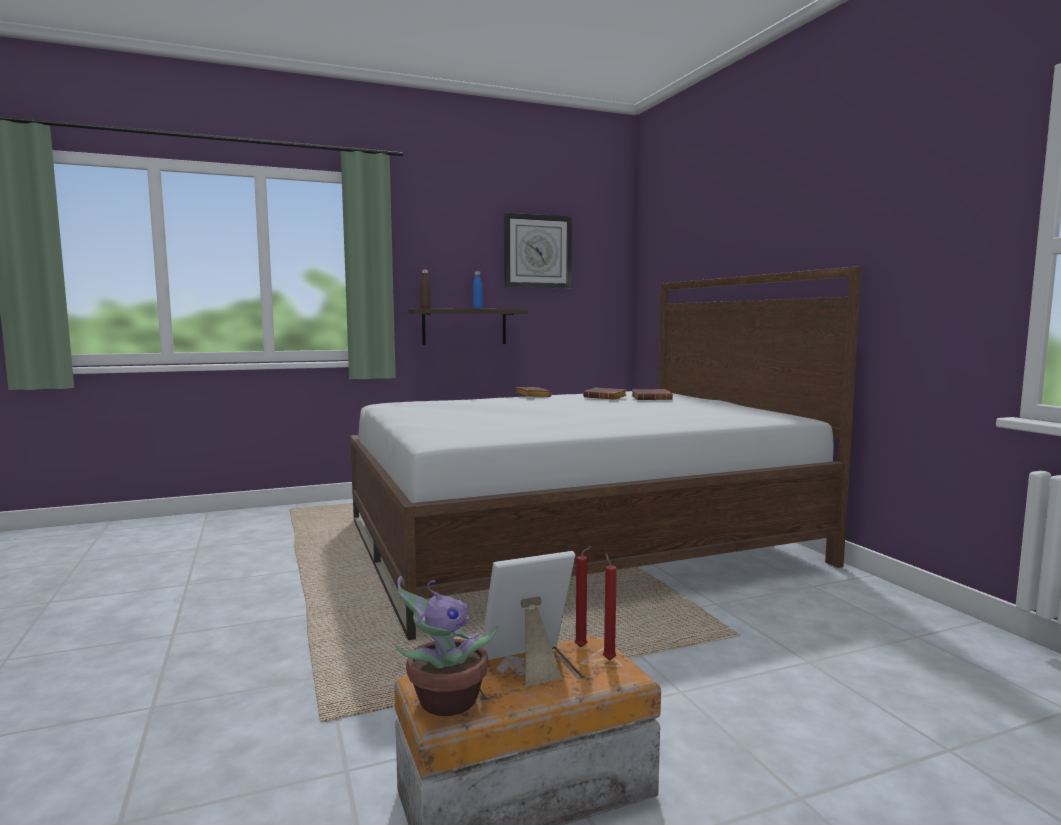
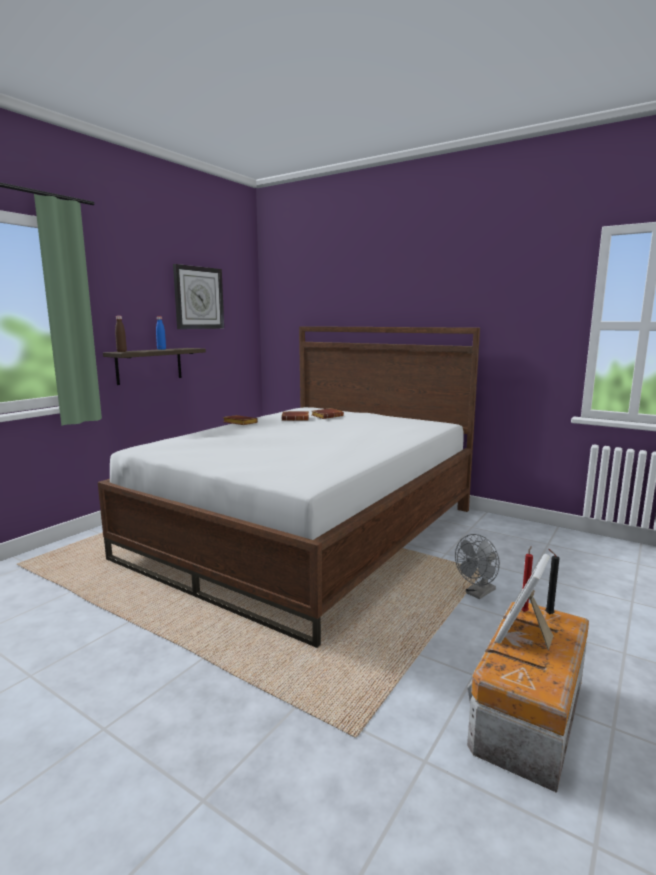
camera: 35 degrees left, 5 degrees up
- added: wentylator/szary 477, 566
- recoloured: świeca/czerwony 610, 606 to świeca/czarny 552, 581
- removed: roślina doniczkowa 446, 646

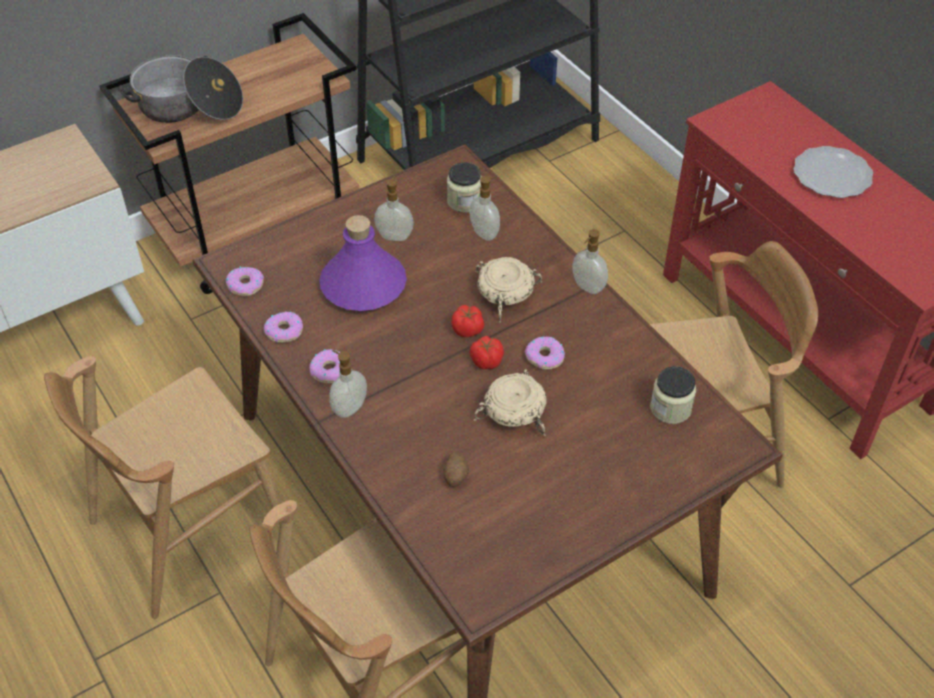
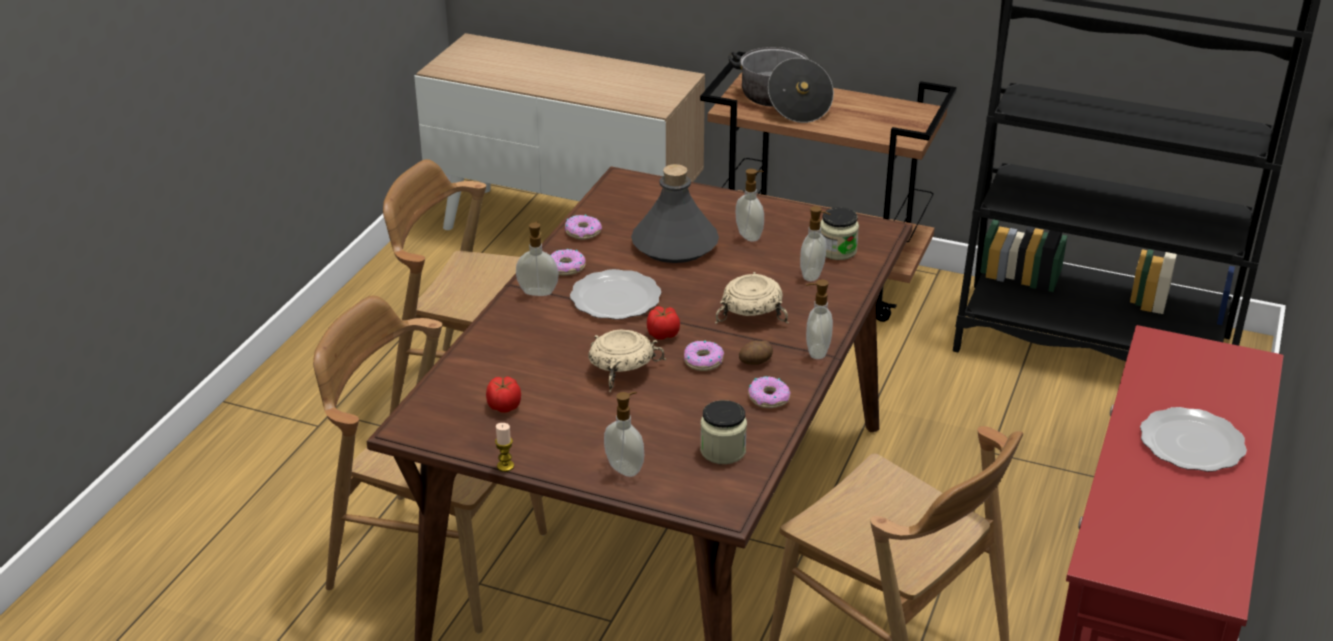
camera: 55 degrees right, 15 degrees down
- moved: pomidor 467, 321 to 503, 395
- added: świeca 504, 447
- added: talerz 615, 294
- added: dozownik mydła 624, 434
- recoloured: butelka/fioletowy 363, 263 to butelka/szary 675, 213
- moved: ziemniak 456, 469 to 756, 353
- moved: donut 245, 281 to 769, 392

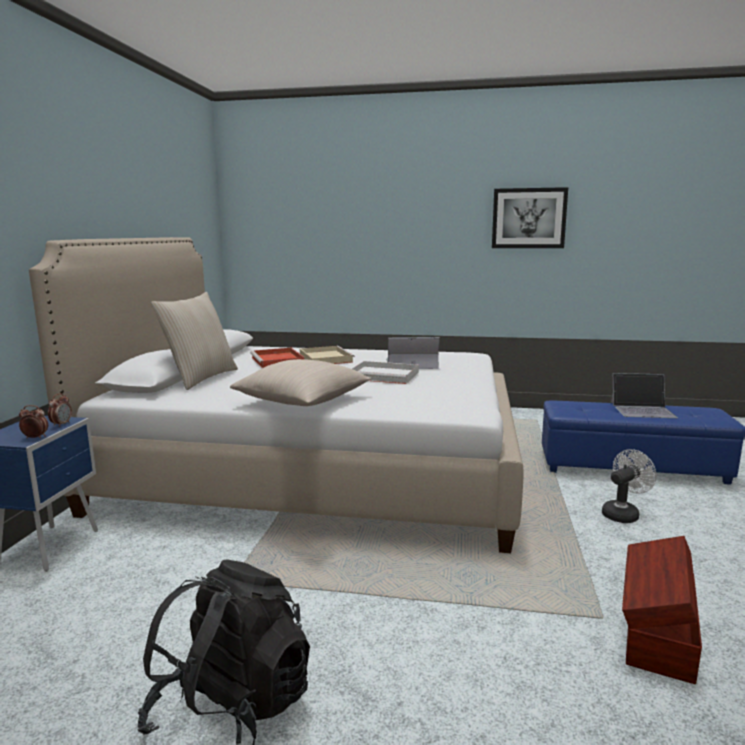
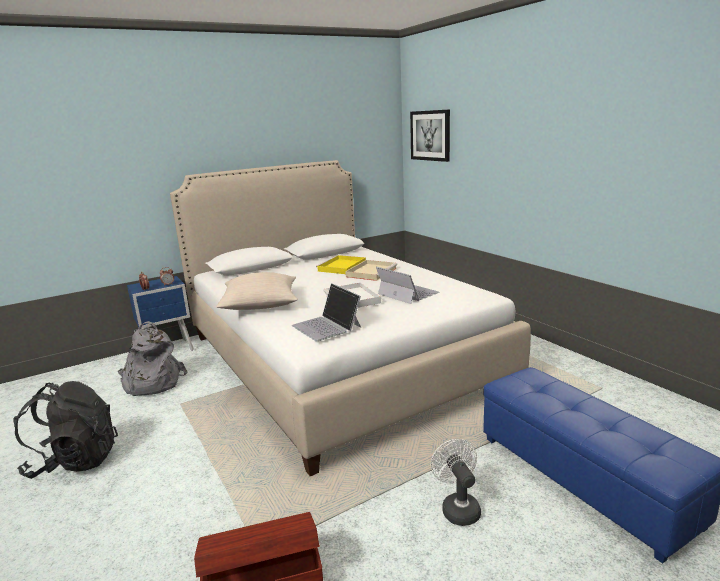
camera: 50 degrees right, 5 degrees up
- added: plecak/szary 153, 358
- moved: laptop 644, 395 to 326, 312
- recoloured: taca/czerwony 277, 358 to taca/żółty 341, 264
- moved: obraz 530, 217 to 430, 135
- turned: wentylator/biały 629, 486 = 456, 482 120 degrees counterclockwise
- removed: poduszka/beżowy 194, 341

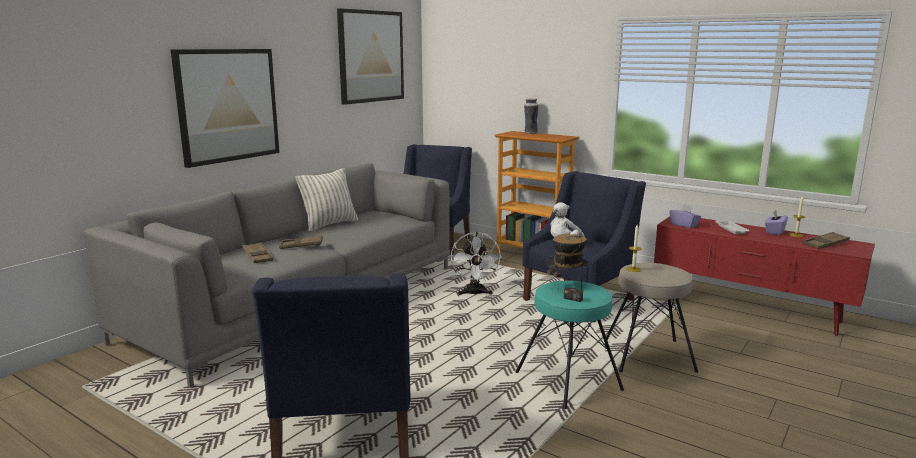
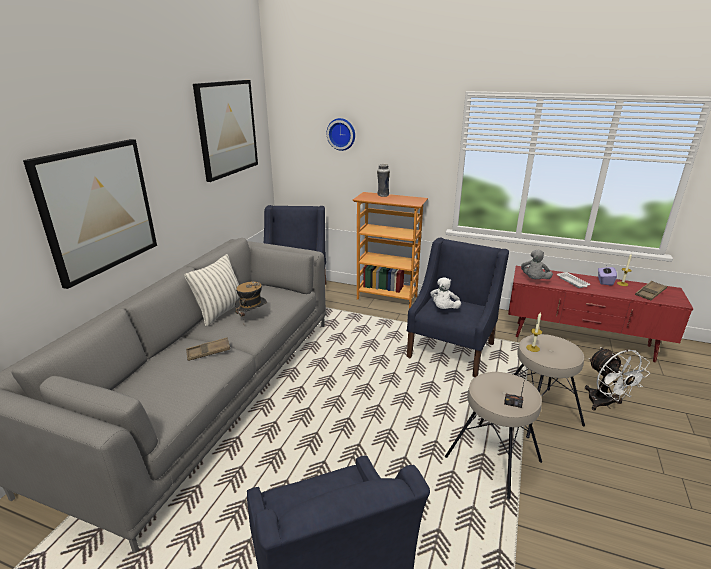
camera: 15 degrees left, 10 degrees up
- moved: kapelusz 568, 262 to 251, 299
- added: zegar ścienny 340, 134
- recoloured: stołek/turkusowy 570, 345 to stołek/beżowy 493, 435
- replaced: pudełko chusteczek/fioletowy 685, 216 to pluszak/szary 537, 264
- moved: wentylator/biały 476, 264 to 617, 379
- removed: taca/brązowy 257, 252

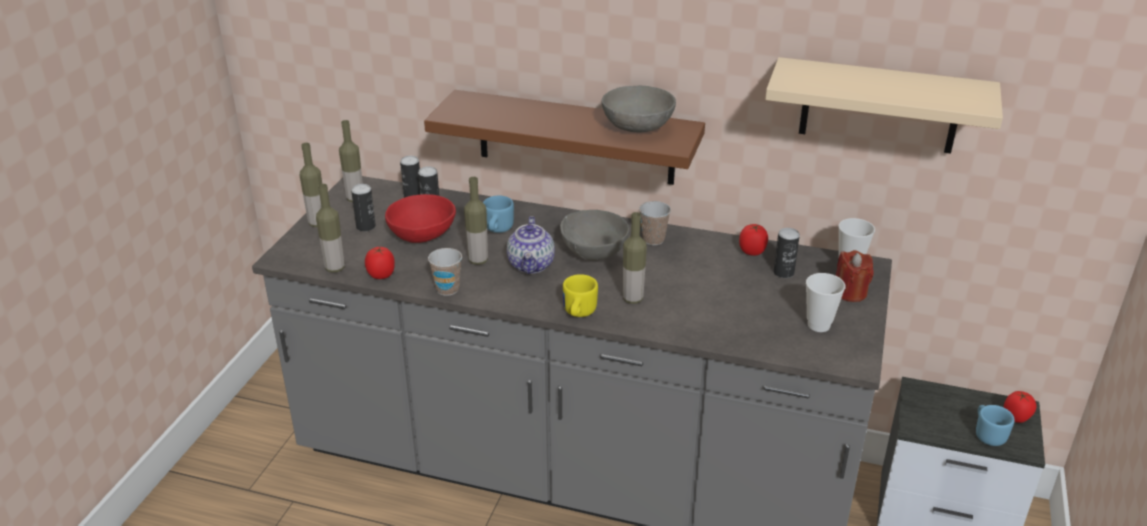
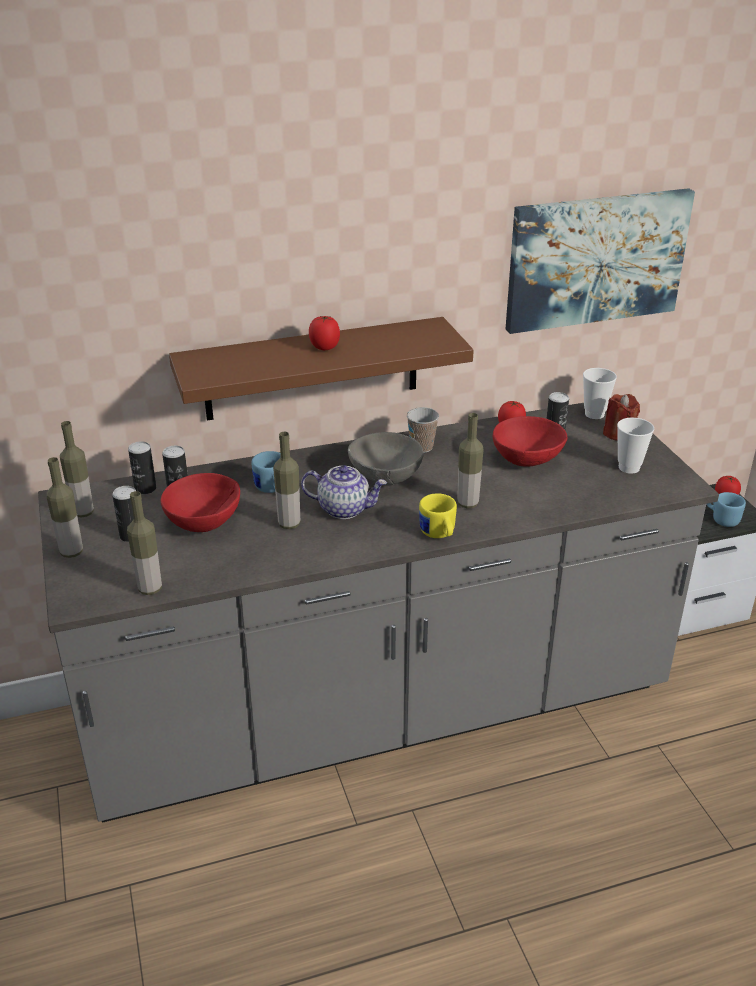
camera: 35 degrees left, 0 degrees up
- turned: imbryk 531, 245 = 344, 492 45 degrees counterclockwise
- moved: pomidor 380, 263 to 324, 333
- added: miska/czerwony 530, 441
- replaced: półka/beżowy 884, 105 to obraz 600, 261
- removed: filiżanka 445, 272
- removed: miska/szary 639, 109

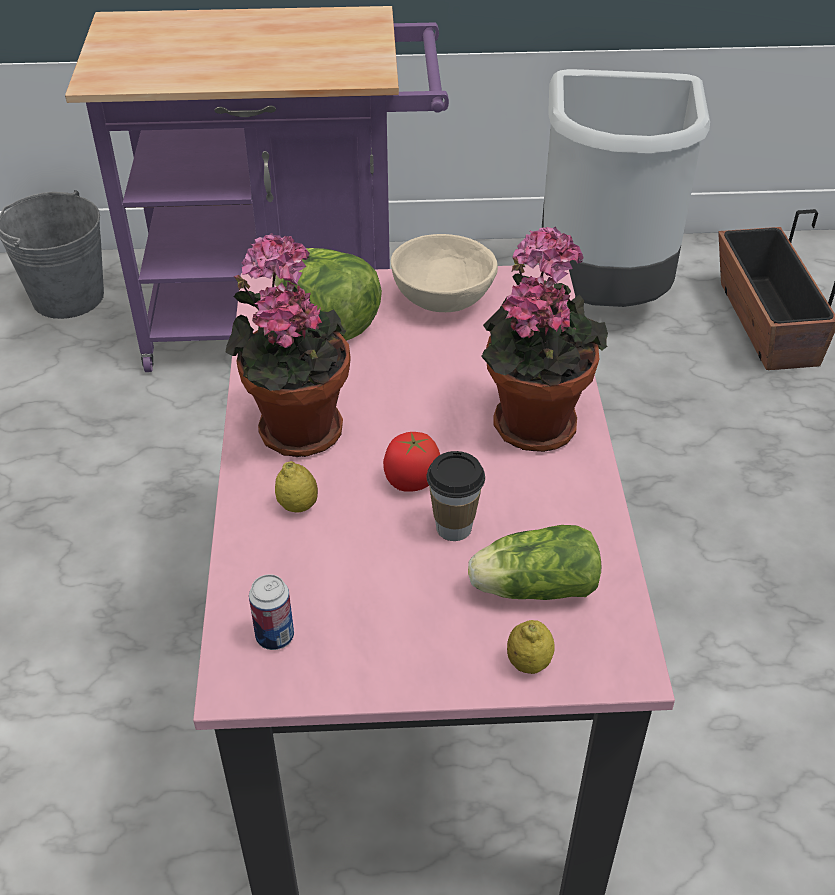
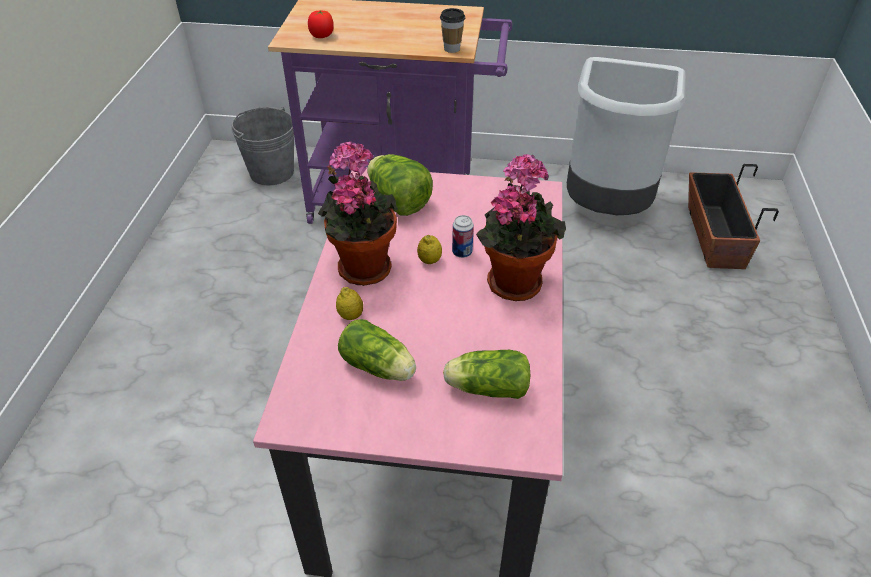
camera: 10 degrees right, 0 degrees up
- moved: pomidor 411, 462 to 321, 24
- added: sałata 377, 350
- moved: cytryna 531, 647 to 429, 249
- moved: filiżanka 456, 496 to 452, 30
- moved: puszka 271, 612 to 463, 236
- removed: miska/beżowy 444, 273

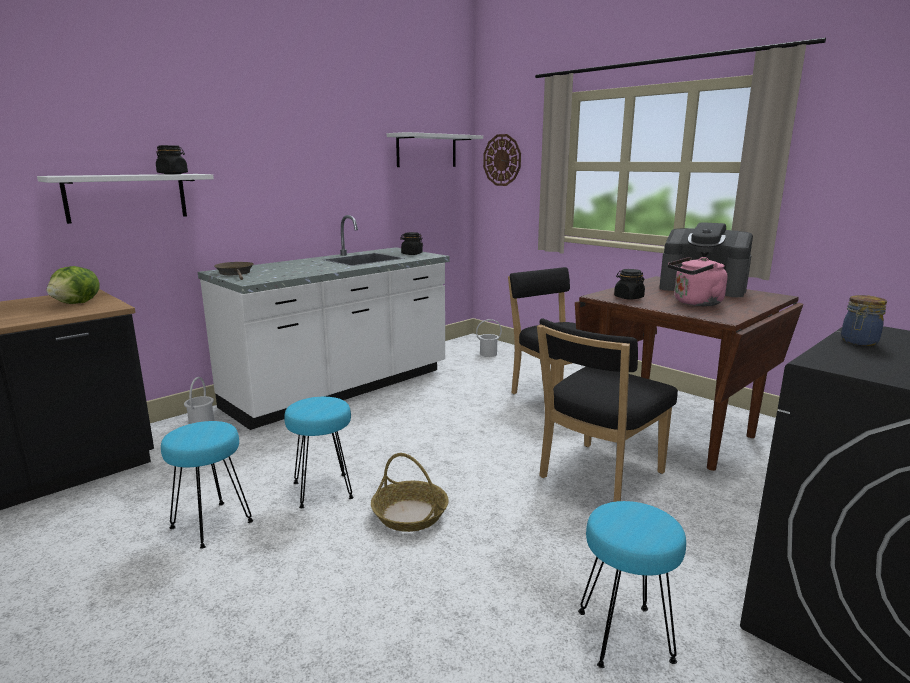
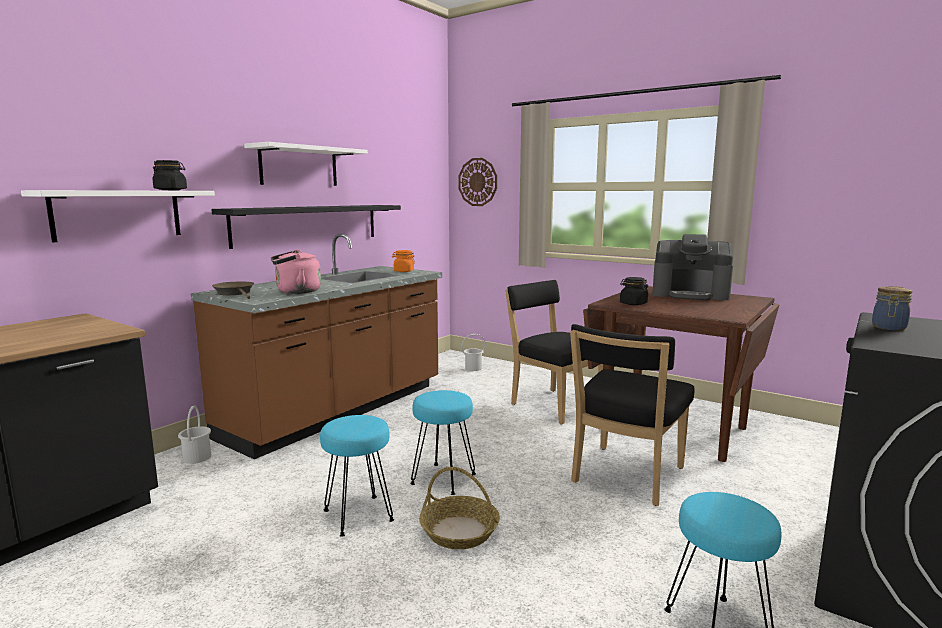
camera: 10 degrees left, 5 degrees down
- recoloured: zabudowa kuchenna/biały 324, 322 to zabudowa kuchenna/brązowy 316, 346
- added: półka/czarny 306, 227
- moved: półka/biały 435, 149 to 306, 164
- moved: czajnik/różowy 698, 281 to 296, 272
- recoloured: słoik/czarny 411, 243 to słoik/pomarańczowy 403, 261
- moved: stołek/turkusowy 207, 485 to 443, 442
- removed: sałata 73, 285

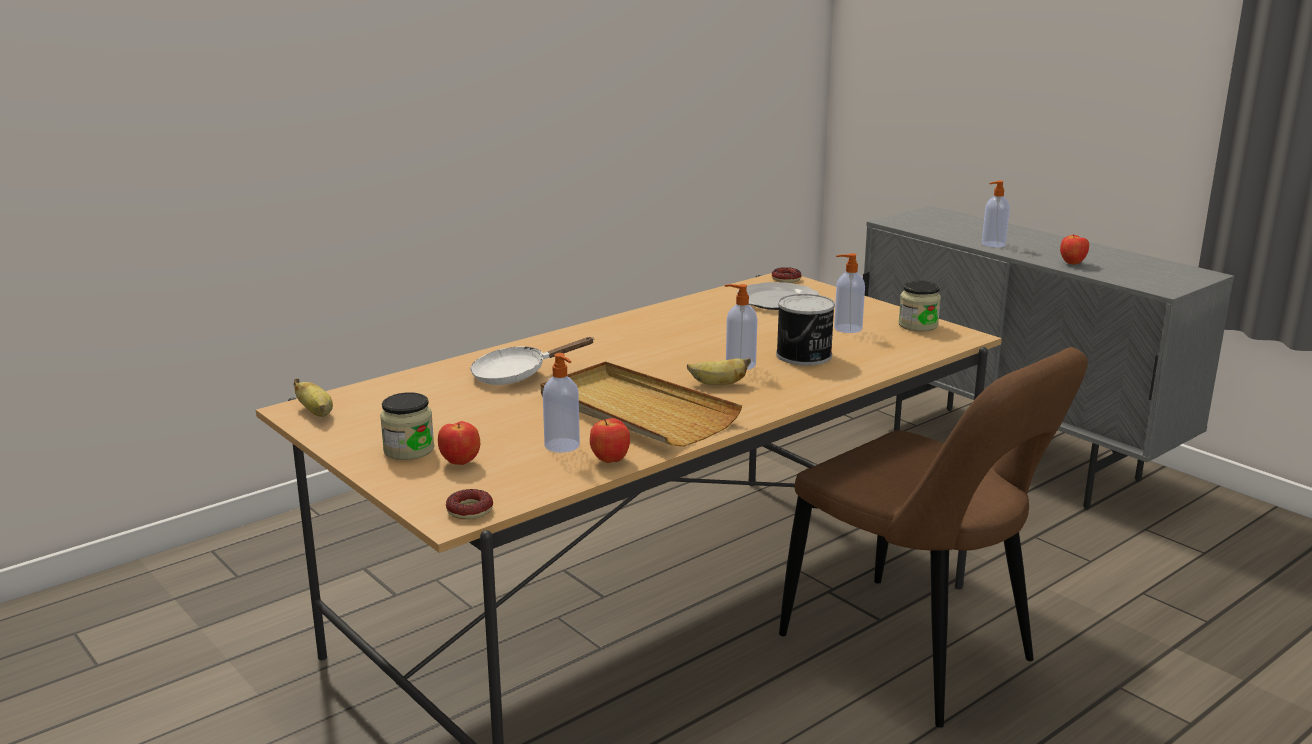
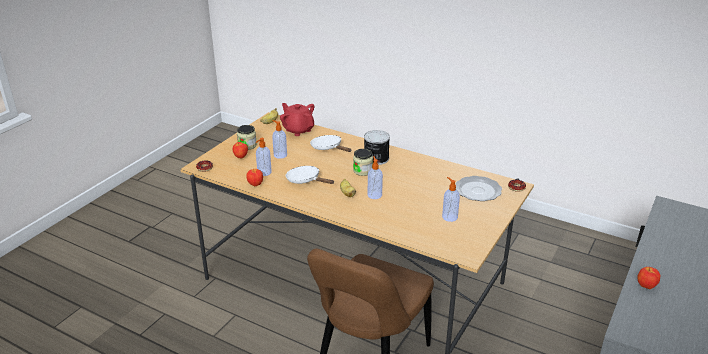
camera: 70 degrees right, 10 degrees up
- moved: dozownik mydła 996, 214 to 279, 139
- added: imbryk/czerwony 297, 119
- replaced: taca/beżowy 641, 404 to patelnia/biały 310, 175
- moved: słoik 919, 306 to 363, 162
- moved: puszka 805, 329 to 377, 147

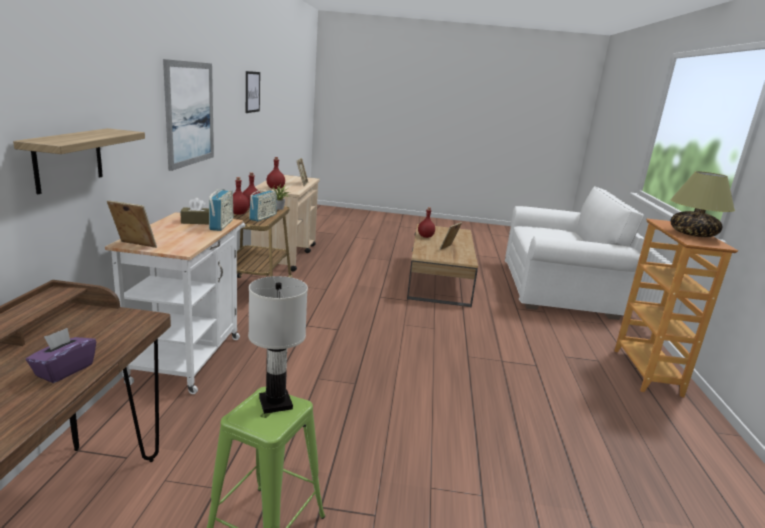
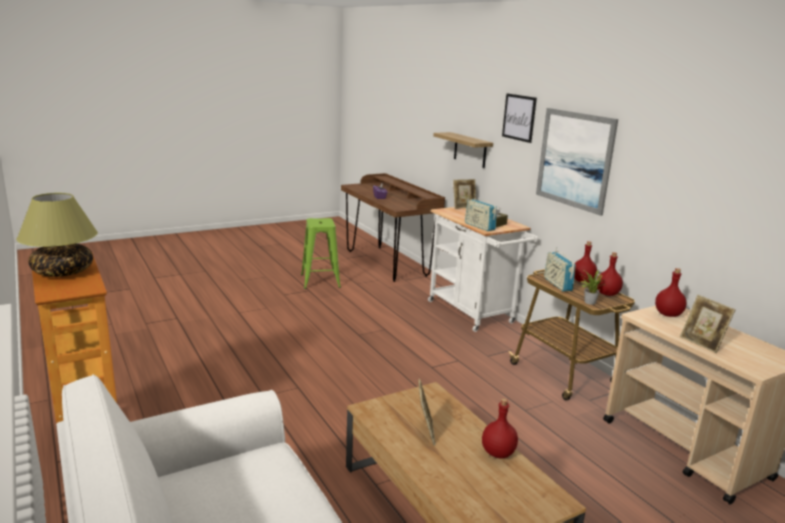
camera: 145 degrees right, 0 degrees up
- moved: obraz 253, 92 to 519, 118
- removed: lampa stołowa/biały 278, 345

